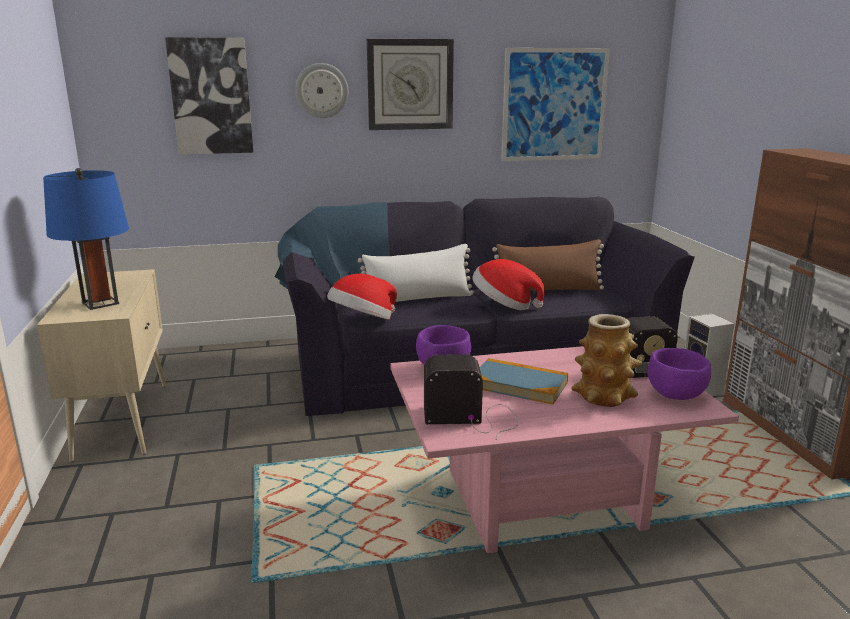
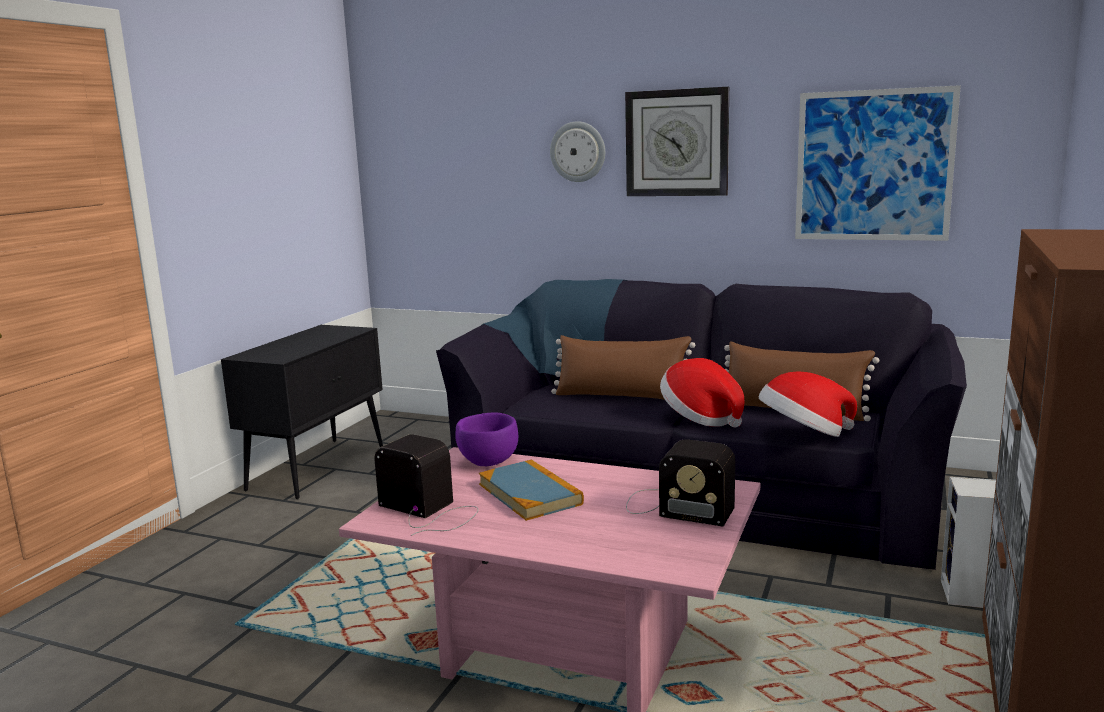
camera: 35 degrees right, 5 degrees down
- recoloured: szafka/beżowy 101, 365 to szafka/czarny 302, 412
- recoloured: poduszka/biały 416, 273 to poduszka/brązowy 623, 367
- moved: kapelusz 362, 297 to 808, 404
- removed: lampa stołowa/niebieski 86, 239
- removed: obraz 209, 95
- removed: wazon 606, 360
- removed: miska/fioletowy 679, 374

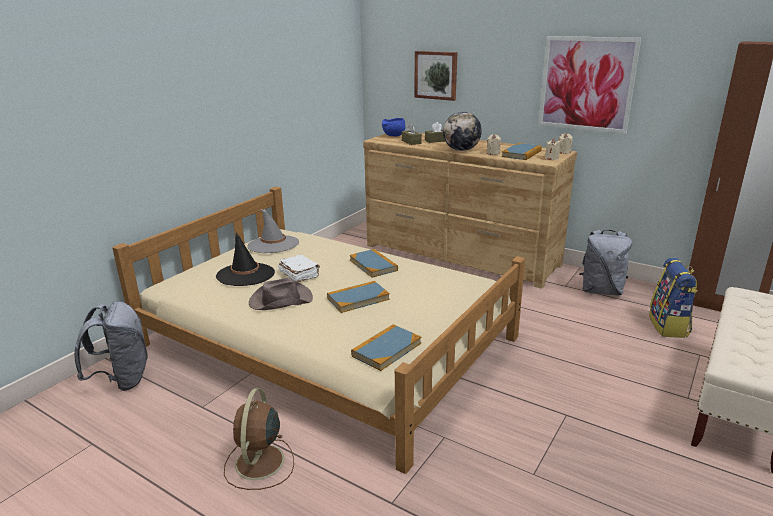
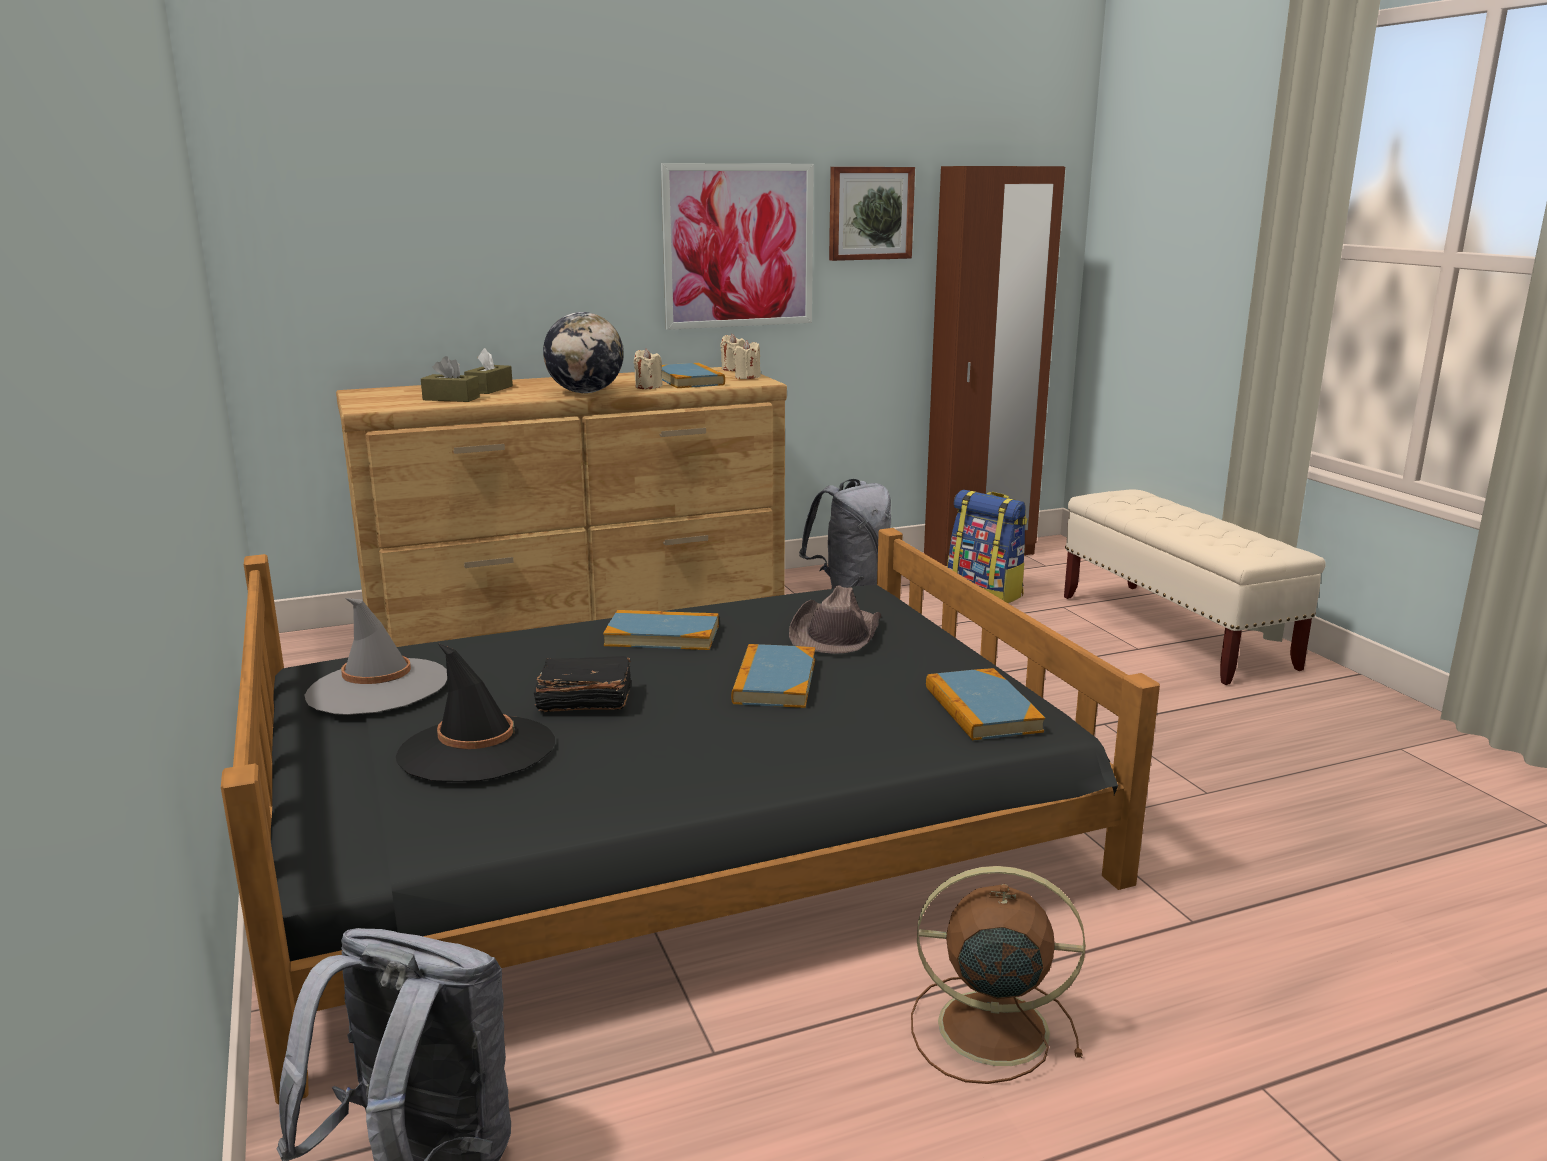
camera: 55 degrees left, 5 degrees down
- recoloured: łóżko/beżowy 318, 330 to łóżko/czarny 690, 816
- recoloured: książka/biały 299, 268 to książka/czarny 582, 684
- moved: kapelusz/brązowy 281, 294 to 835, 619
- moved: obraz 436, 76 to 872, 214
- turned: wentylator/brązowy 259, 439 = 998, 975 150 degrees clockwise
- removed: miska/niebieski 394, 127

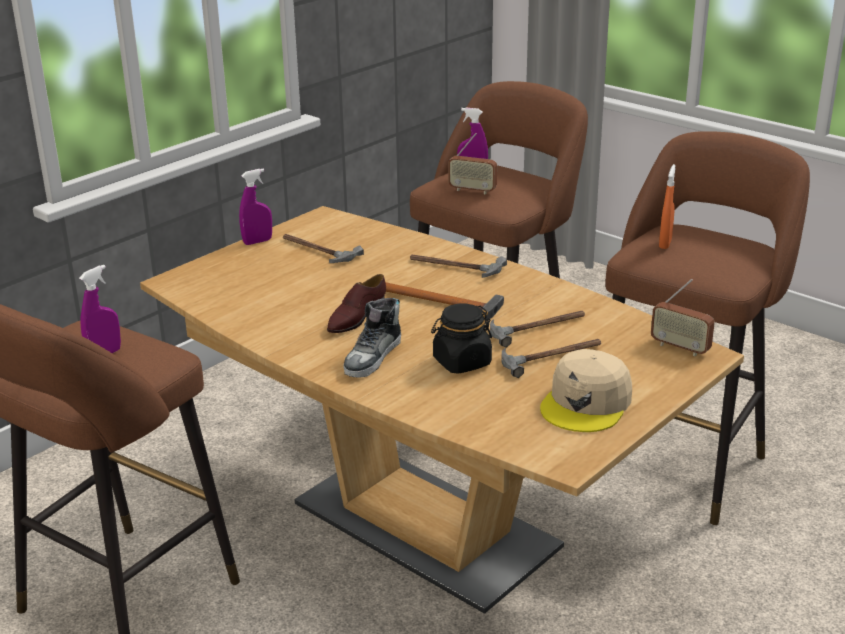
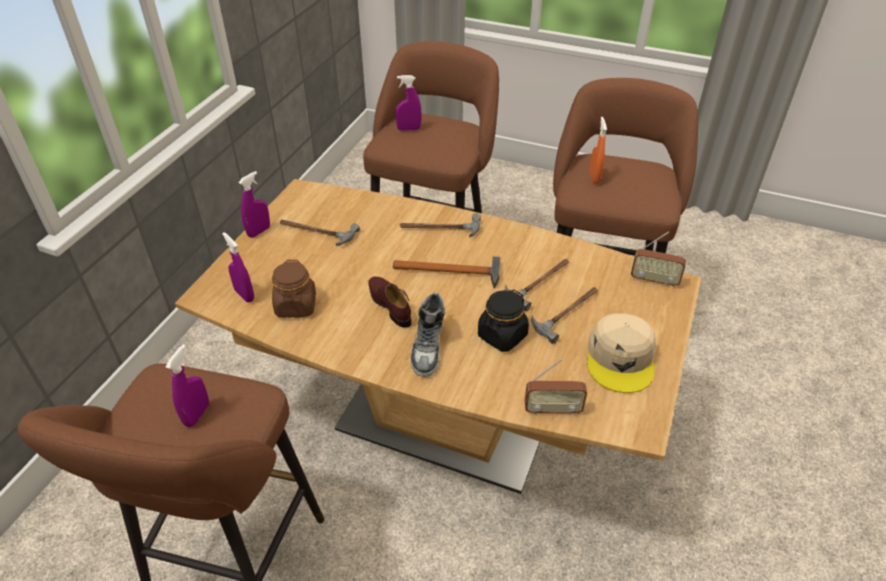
camera: 20 degrees left, 15 degrees up
- added: spryskiwacz/fioletowy 238, 267
- added: słoik/brązowy 294, 289
- turned: but/brązowy 356, 303 = 390, 301 135 degrees clockwise
- moved: radio 472, 163 to 556, 387

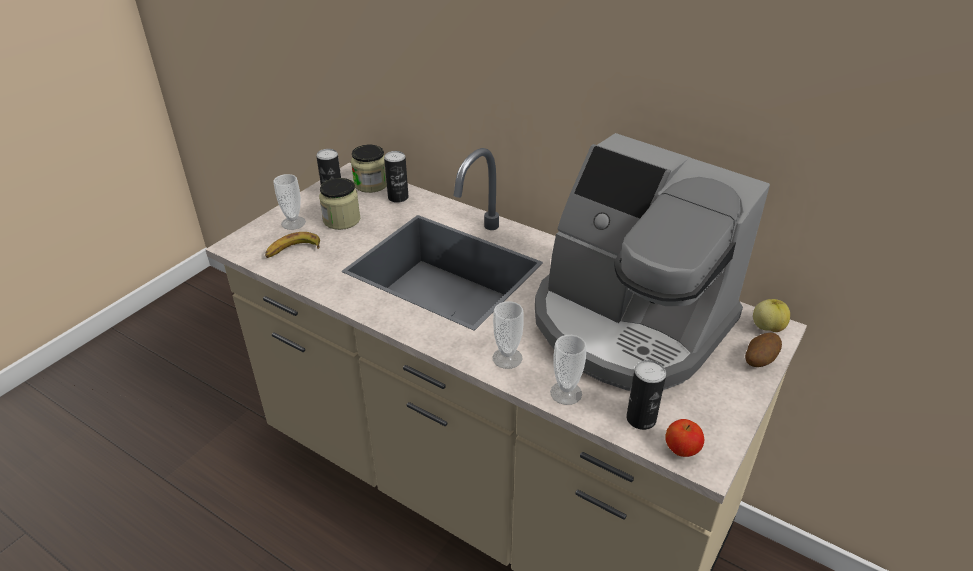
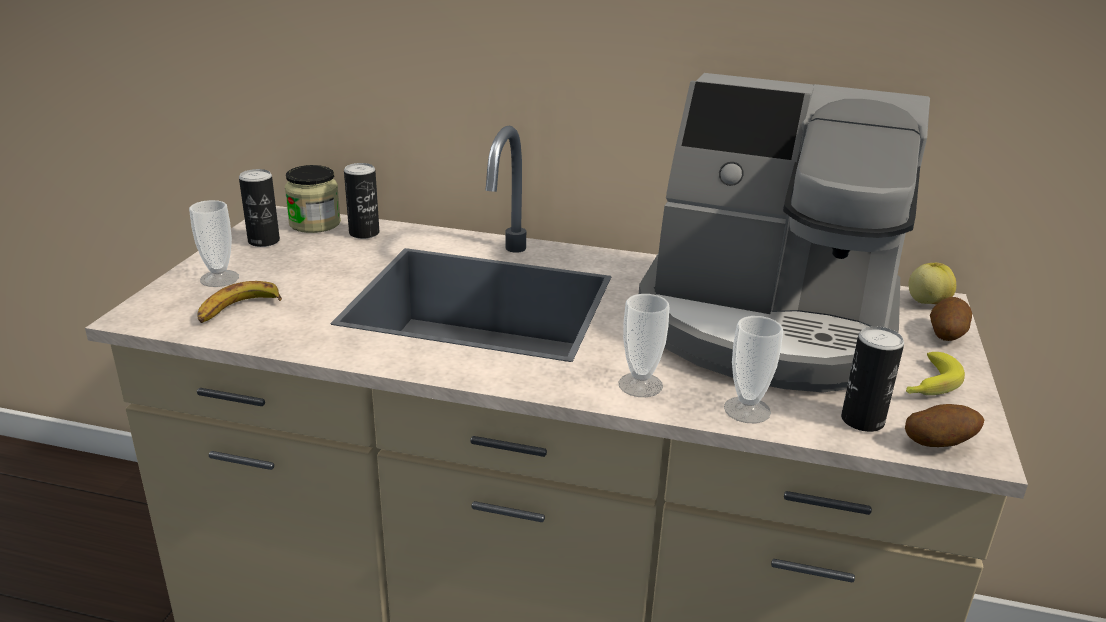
camera: 20 degrees left, 10 degrees down
- replaced: jabłko 684, 438 to ziemniak 944, 425
- added: banan 935, 373
- removed: słoik 339, 204

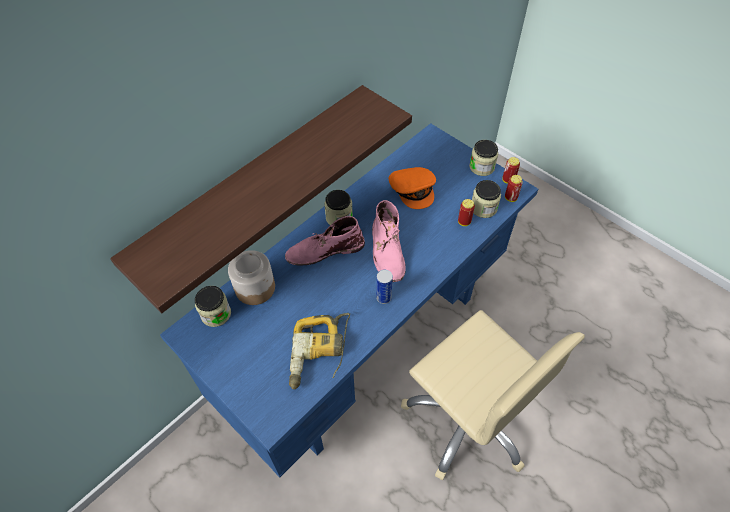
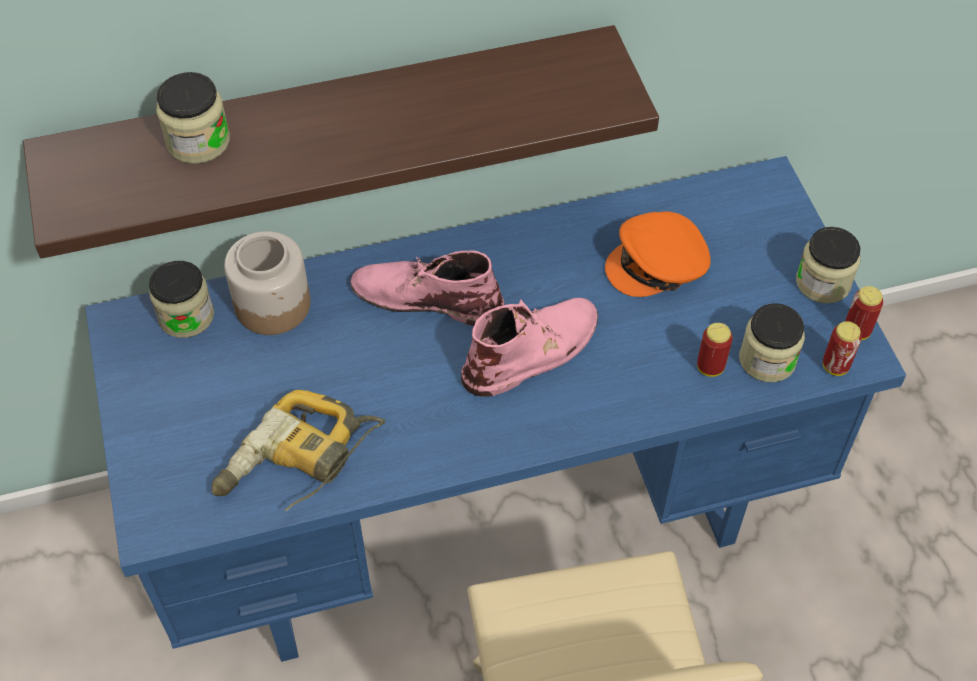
camera: 30 degrees right, 0 degrees up
- moved: słoik 338, 207 to 193, 118
- turned: but z cholewką/różowy 389, 241 = 529, 347 150 degrees counterclockwise
- turned: czapka z daszkiem/pomarańczowy 412, 188 = 658, 254 60 degrees clockwise
- removed: puszka 384, 287

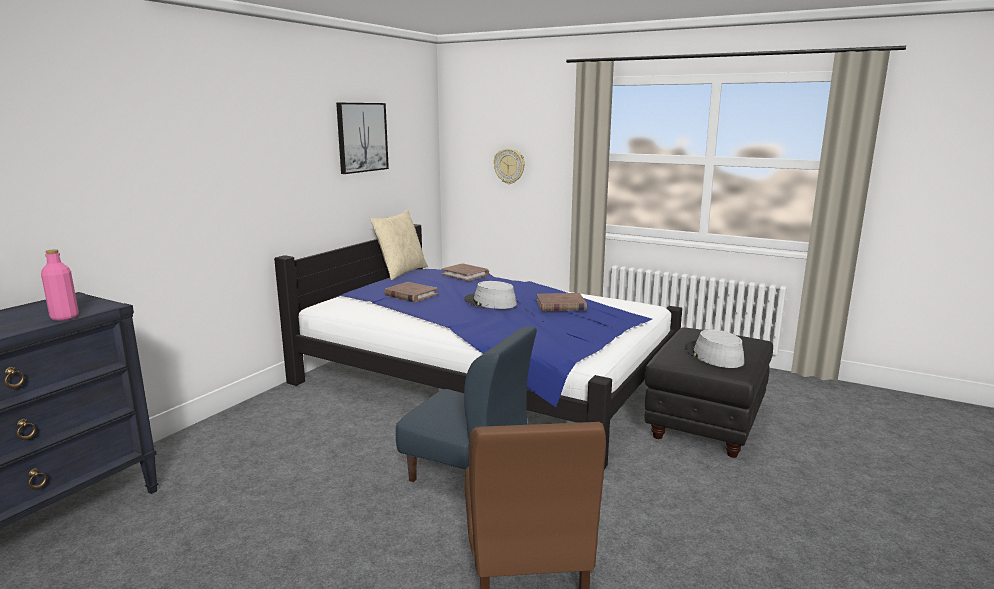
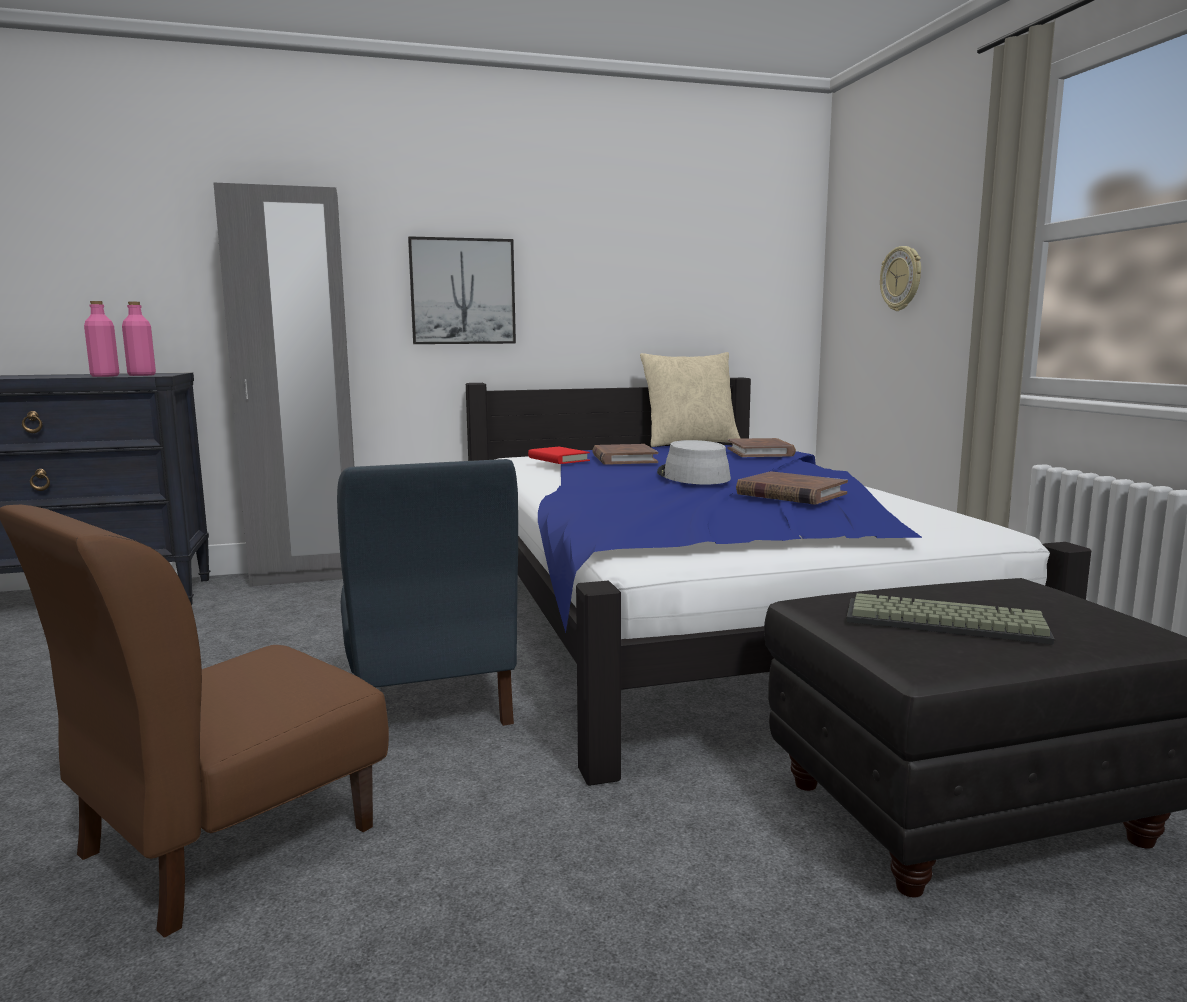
camera: 45 degrees right, 5 degrees down
- added: butelka/różowy 139, 339
- added: szafa/szary 283, 384
- moved: obraz 362, 138 to 462, 290
- added: książka/czerwony 559, 455
- replaced: kapelusz/szary 714, 348 to klawiatura 950, 619

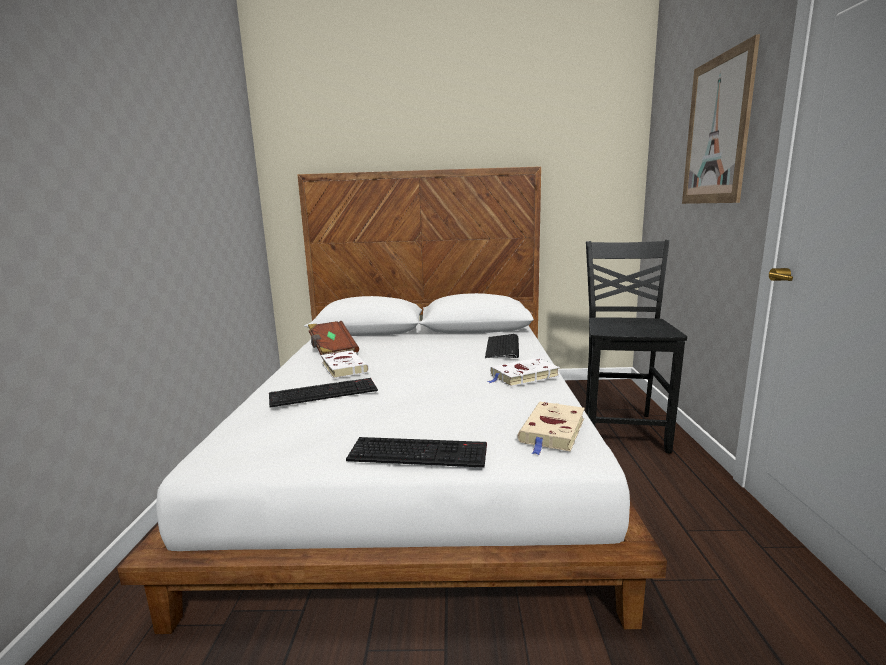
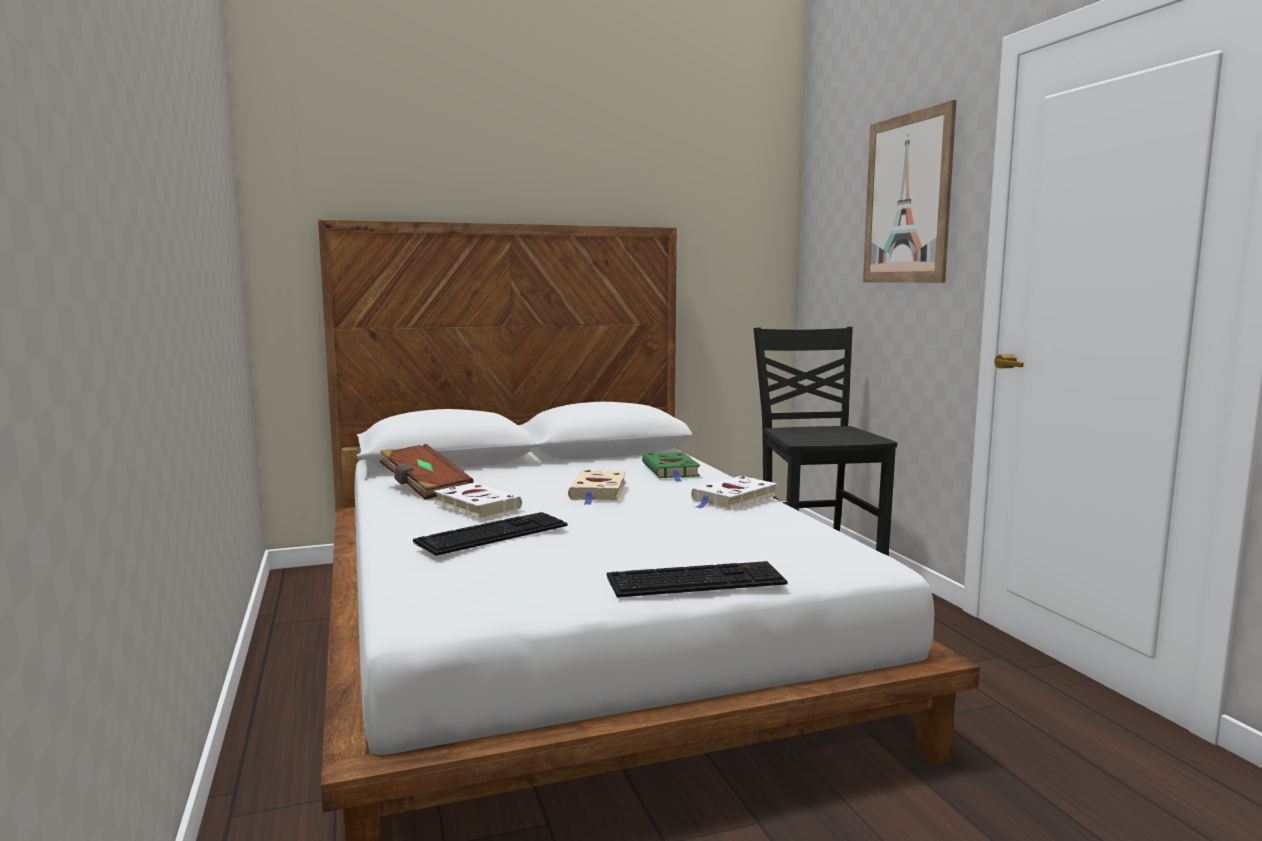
camera: 20 degrees left, 5 degrees down
- moved: książka/beżowy 551, 428 to 597, 487
- replaced: klawiatura 502, 346 to książka/zielony 671, 466

